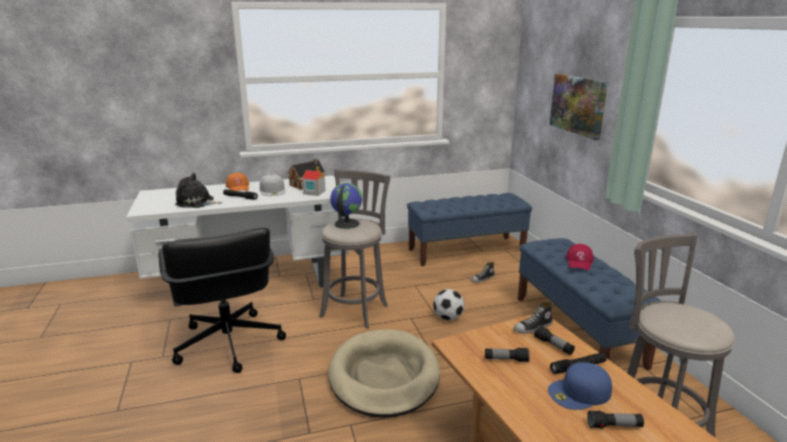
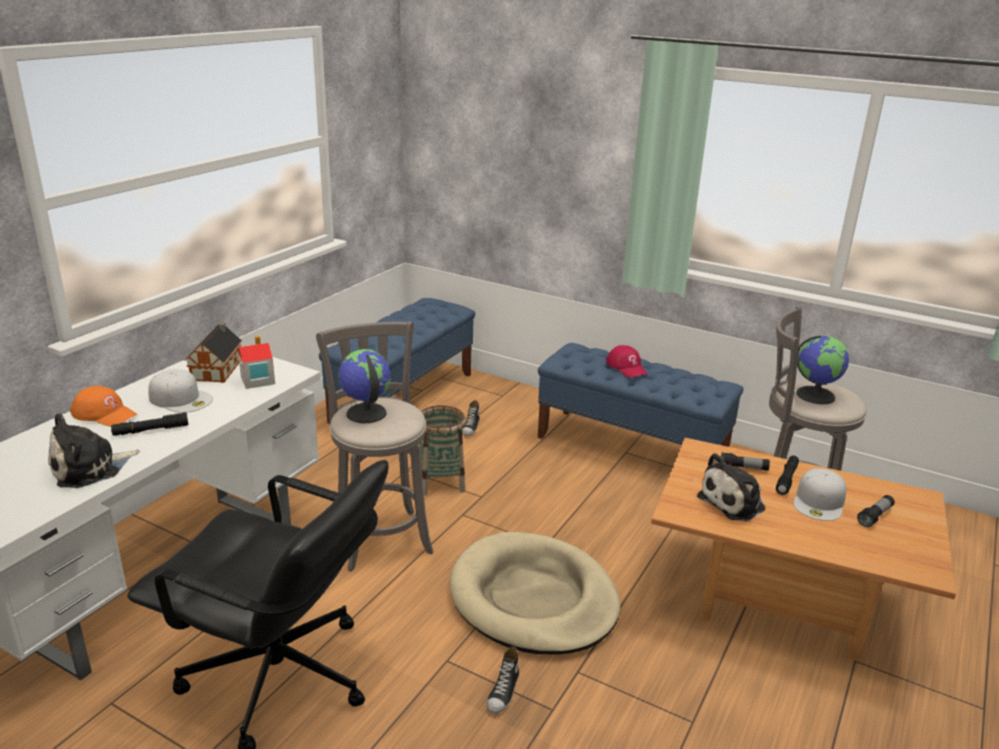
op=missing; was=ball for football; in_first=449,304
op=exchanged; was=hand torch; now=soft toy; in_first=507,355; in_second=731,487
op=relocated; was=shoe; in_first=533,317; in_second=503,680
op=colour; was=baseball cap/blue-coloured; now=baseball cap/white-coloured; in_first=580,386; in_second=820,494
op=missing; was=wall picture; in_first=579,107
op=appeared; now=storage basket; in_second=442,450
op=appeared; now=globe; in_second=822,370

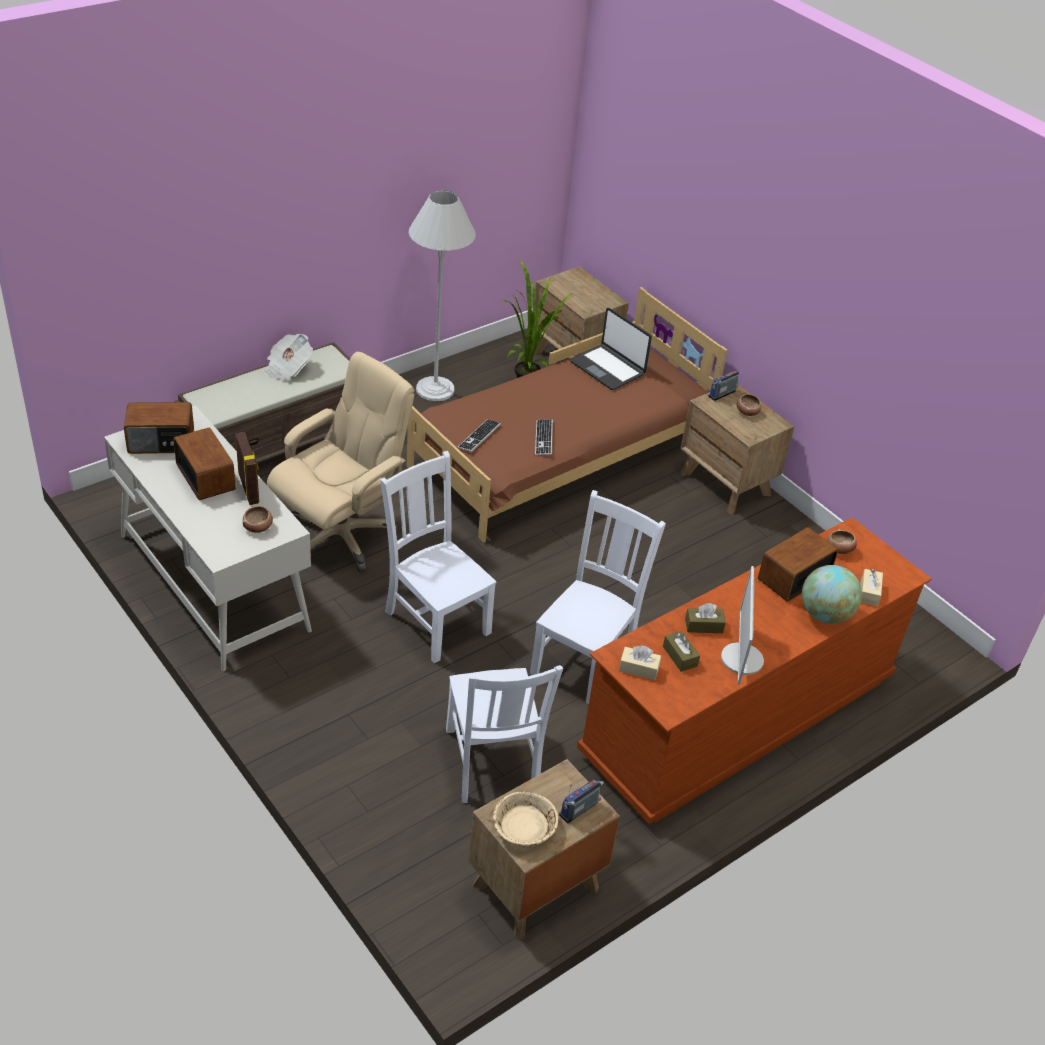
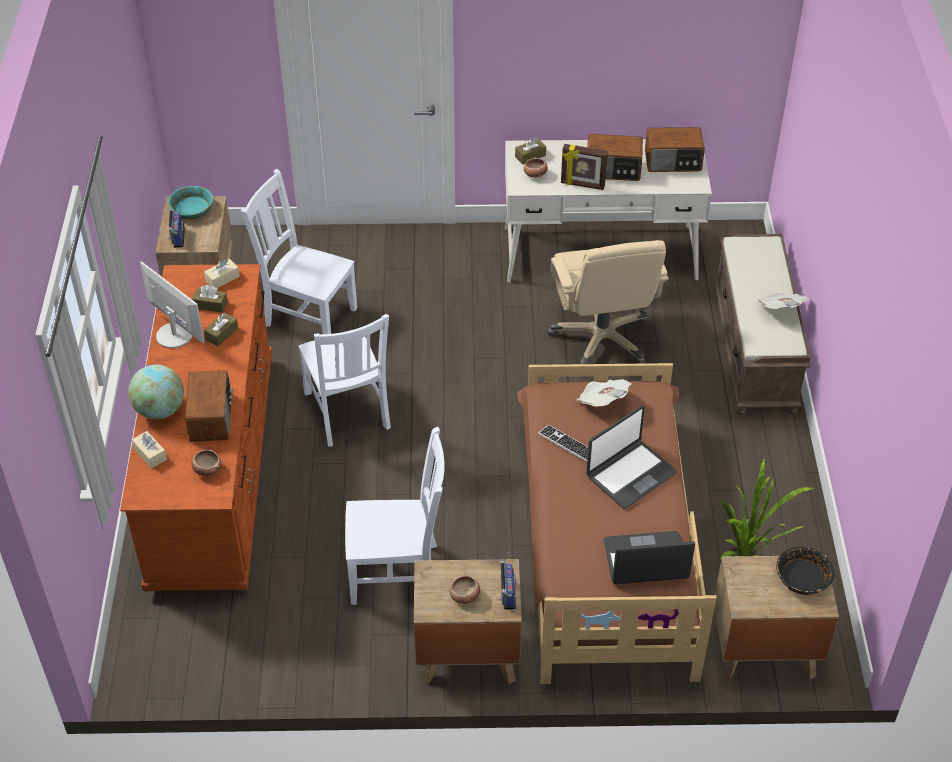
op=spun; was=radio; in_first=159,428; in_second=675,149; clockwise=-120
op=relocated; was=chair/white-coloured; in_first=438,557; in_second=395,516
op=missing; was=standing lamp/white-coloured; in_first=442,295
op=exchanged; was=keyboard; now=newspaper; in_first=479,436; in_second=604,393
op=colour; was=deep dish/beige; now=deep dish/blue-green; in_first=525,819; in_second=191,202
op=appeared; now=tissue holder/brown; in_second=530,150
op=appeared; now=laptop; in_second=631,457
op=appeared; now=deep dish/black-coloured; in_second=805,570

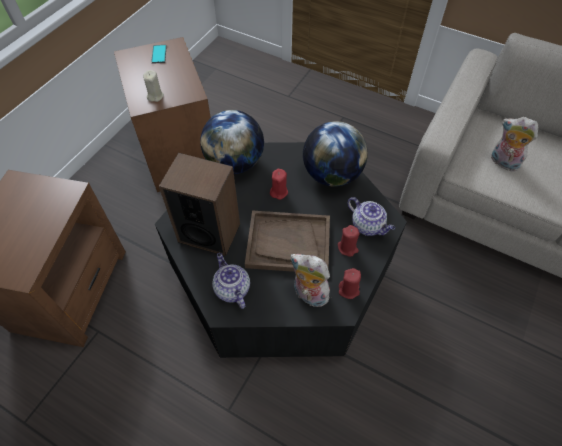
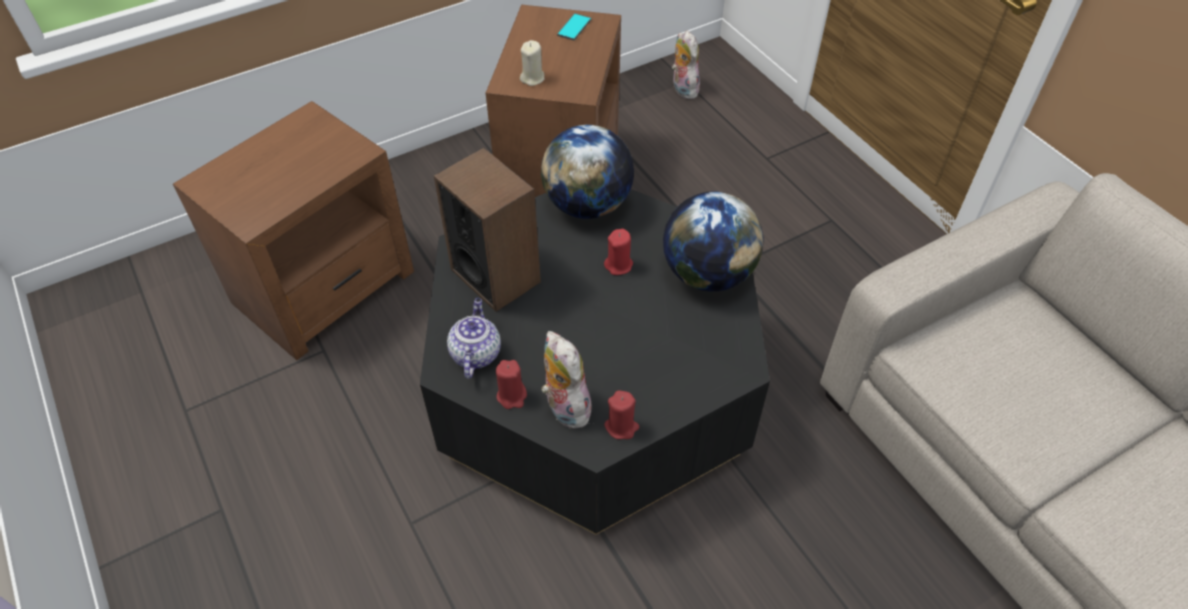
op=missing; was=tray/brown; in_first=287,241
op=relocated; was=candle/red-coloured; in_first=349,241; in_second=511,384
op=missing; was=tea pot; in_first=371,216
op=relocated; was=soft toy; in_first=515,144; in_second=686,65

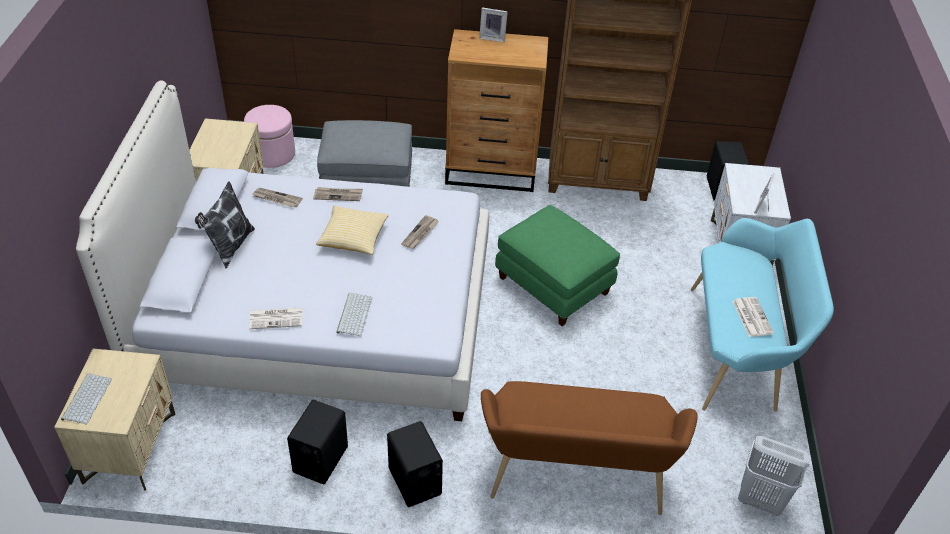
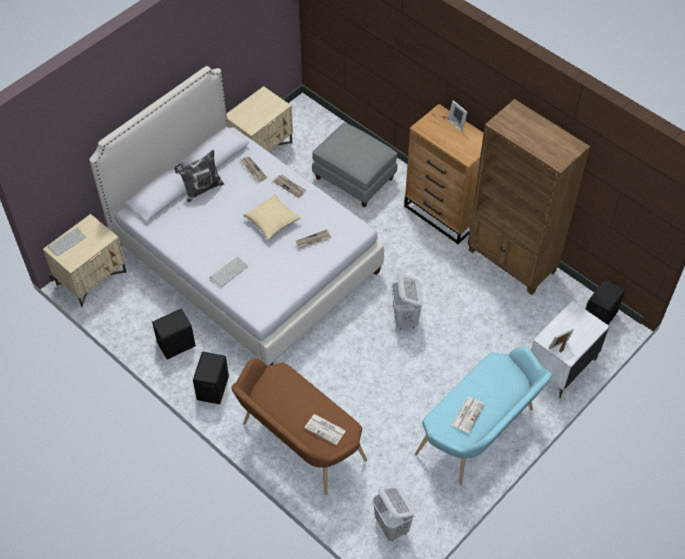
op=missing; was=footrest/pink-coloured; in_first=269,136
op=relocated; was=newspaper; in_first=275,318; in_second=325,429
op=exchanged; was=footrest/green; now=washing basket/white-coloured; in_first=557,265; in_second=407,301

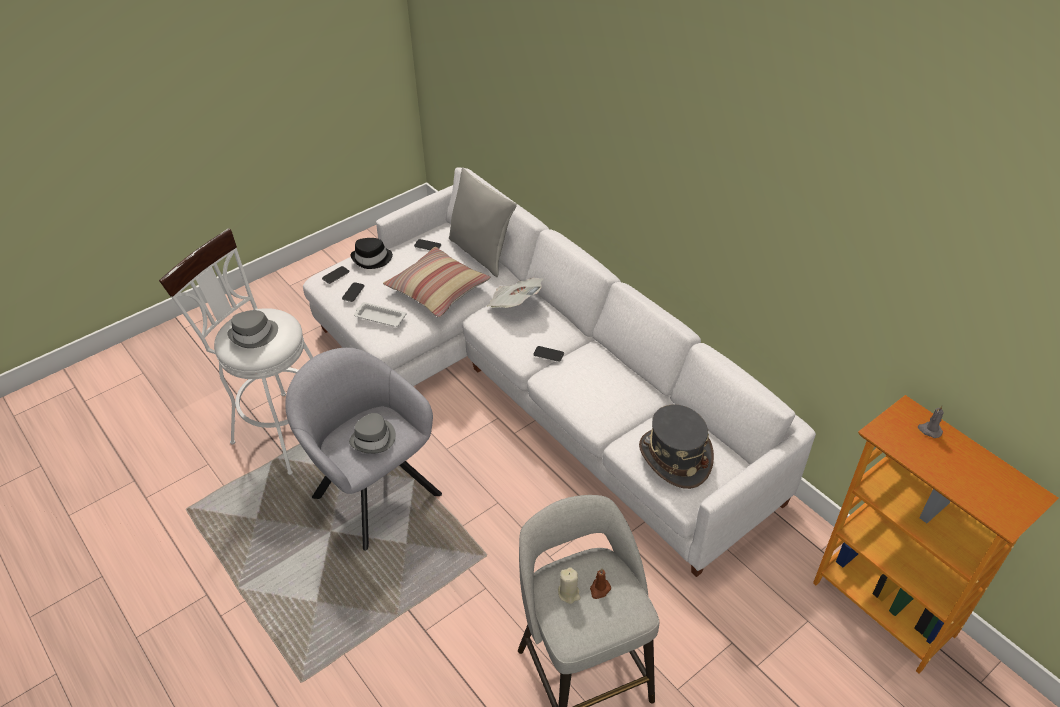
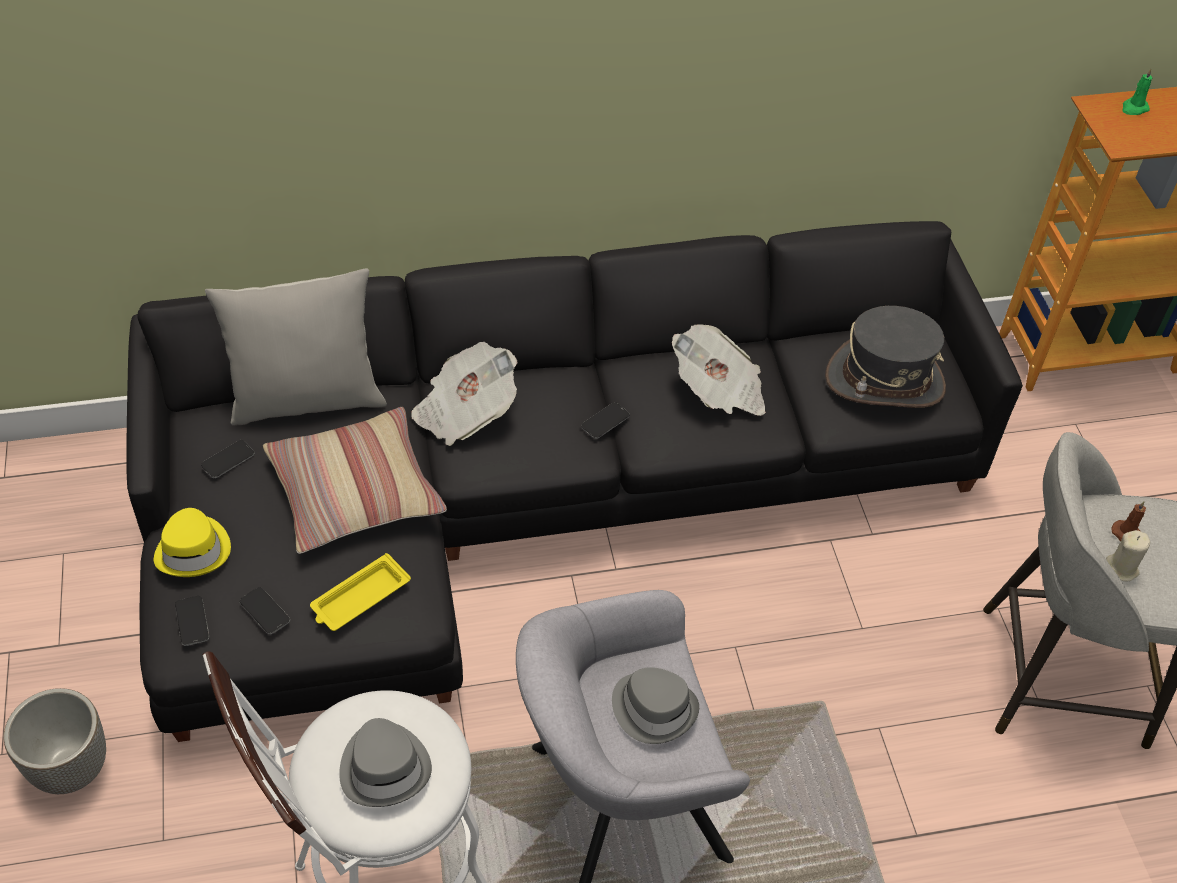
op=colour; was=couch/white-coloured; now=couch/black-coloured; in_first=559,372; in_second=574,481
op=colour; was=clothing hat/black-coloured; now=clothing hat/yellow-coloured; in_first=372,253; in_second=192,542
op=colour; was=tray/white-coloured; now=tray/yellow-coloured; in_first=380,314; in_second=360,592
op=colour; was=candle/gray; now=candle/green; in_first=931,422; in_second=1137,91
op=appeared; now=flower pot; in_second=55,741
op=appeared; now=newspaper; in_second=719,370

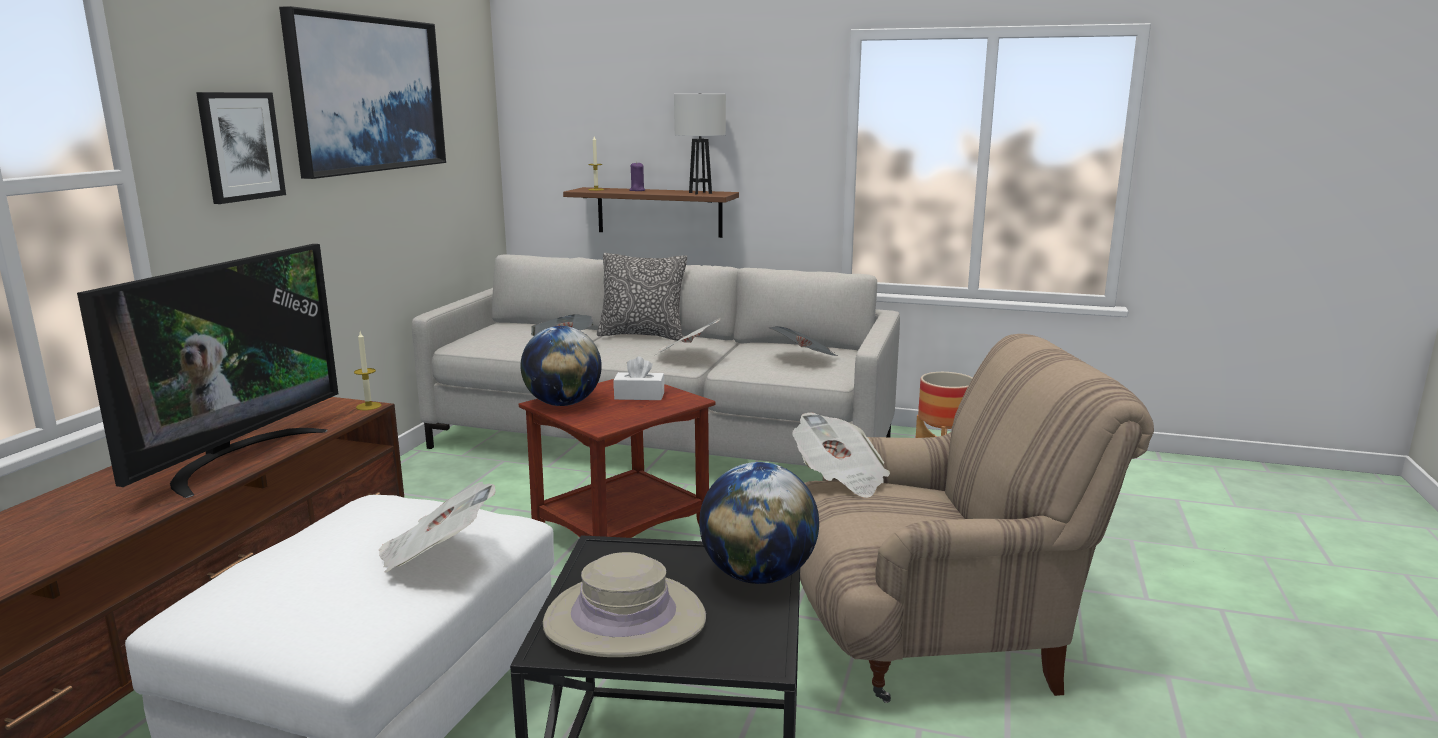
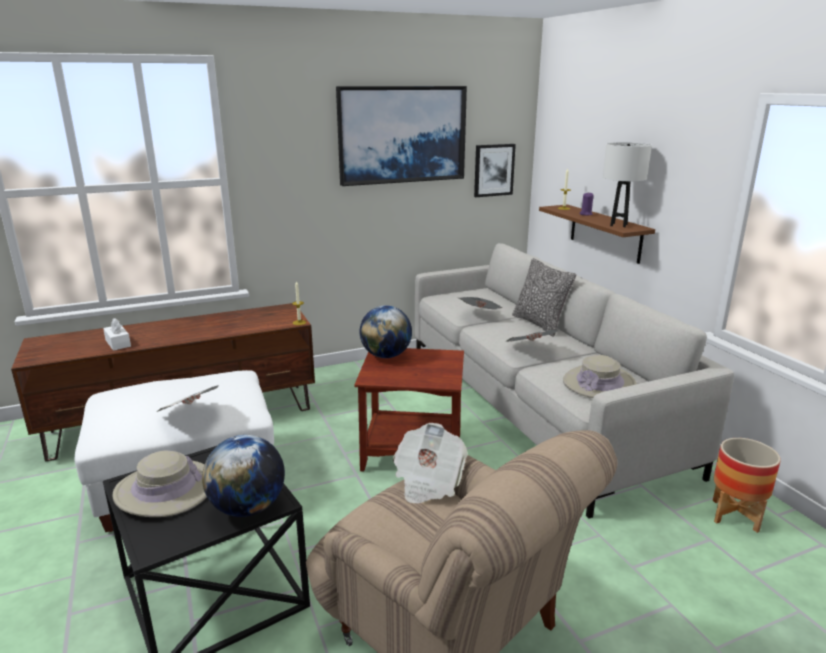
op=missing; was=television; in_first=207,371
op=relocated; was=wall picture; in_first=241,148; in_second=495,170
op=relocated; was=tissue holder/white-coloured; in_first=639,378; in_second=117,334
op=exchanged; was=newspaper; now=clothing hat/beige; in_first=804,341; in_second=600,376

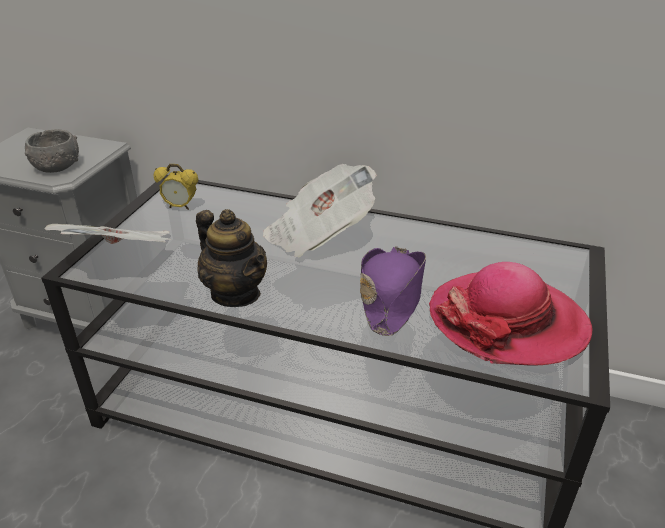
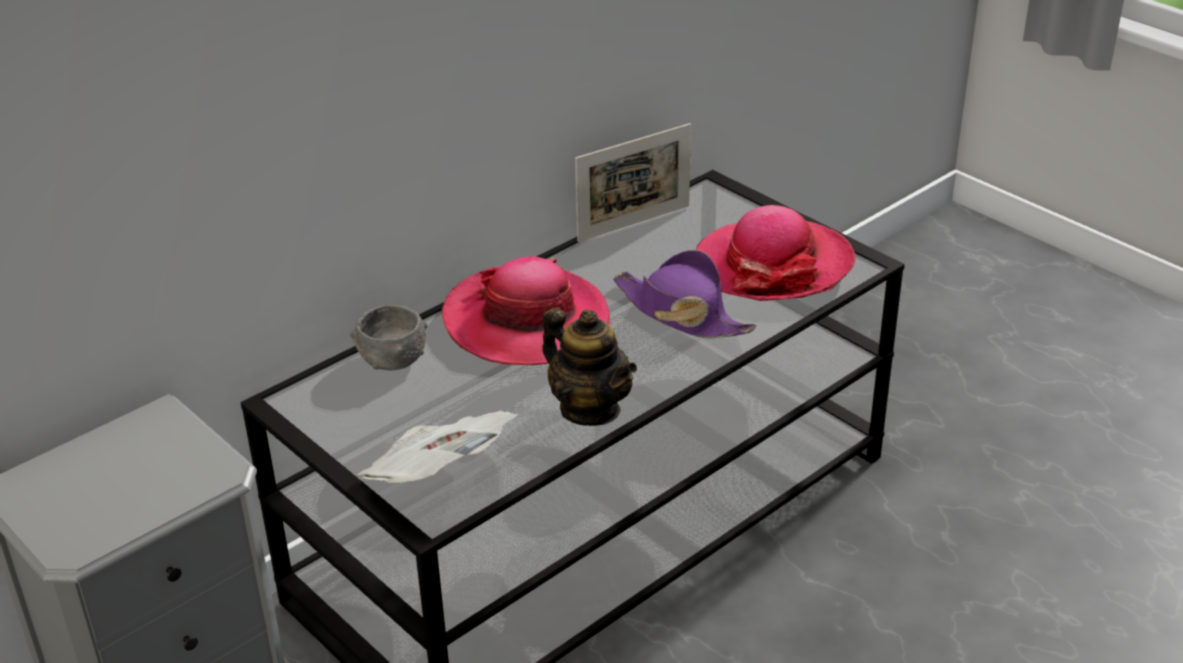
op=relocated; was=deep dish/gray; in_first=52,151; in_second=389,337
op=missing; was=alarm clock; in_first=176,187
op=spun; was=tea pot; in_first=231,258; in_second=589,367; clockwise=60
op=exchanged; was=newspaper; now=clothing hat; in_first=320,210; in_second=526,310
op=appeared; now=standing frame; in_second=633,182

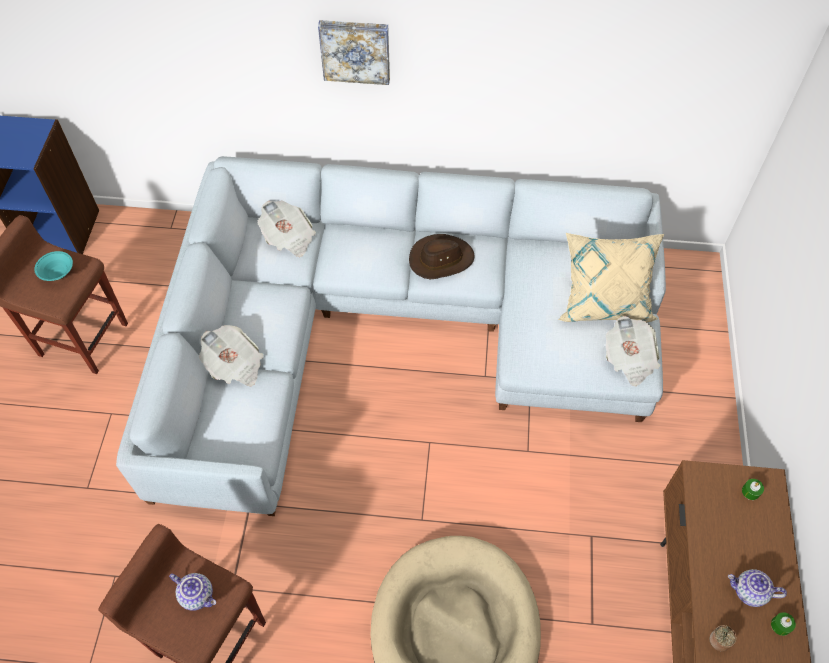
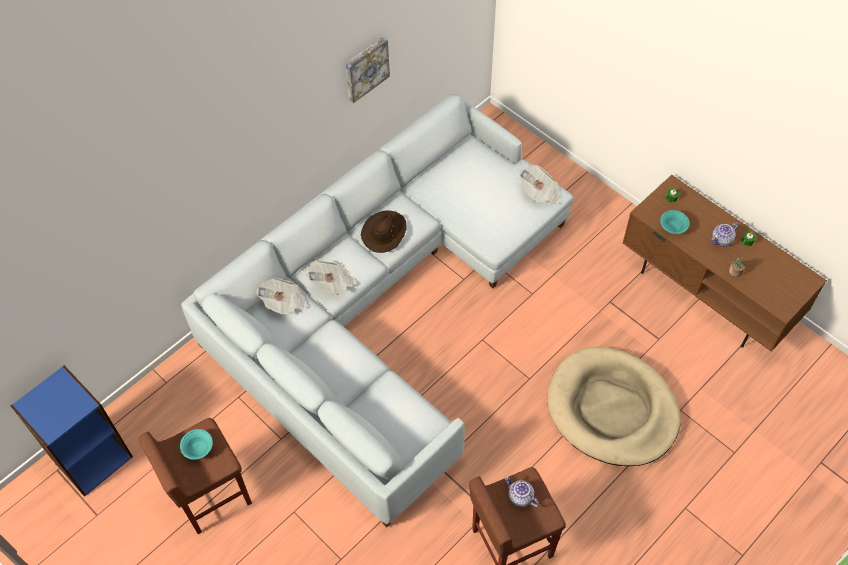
op=spun; was=tea pot; in_first=192,592; in_second=521,492; clockwise=-120
op=relocated; was=newspaper; in_first=231,355; in_second=331,277
op=relocated; was=wall picture; in_first=354,52; in_second=368,70
op=missing; was=pillow/beige; in_first=611,277
op=appeared; now=deep dish/blue-green; in_second=674,222

